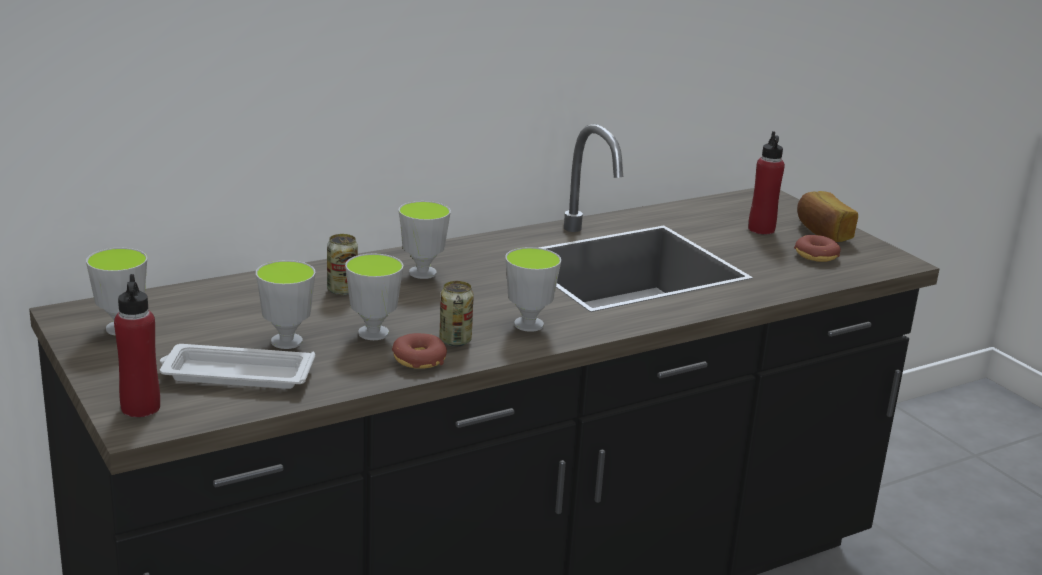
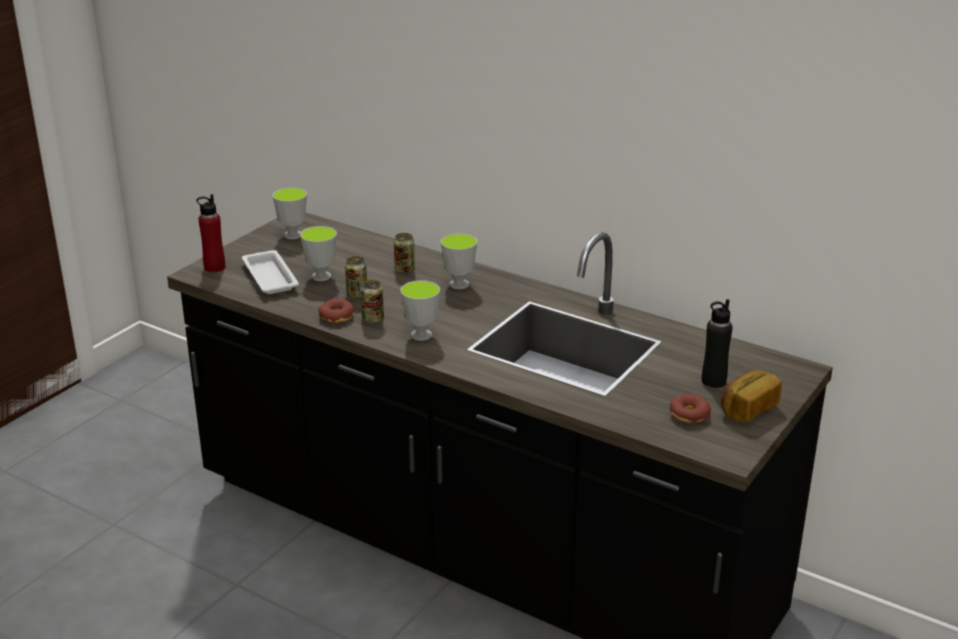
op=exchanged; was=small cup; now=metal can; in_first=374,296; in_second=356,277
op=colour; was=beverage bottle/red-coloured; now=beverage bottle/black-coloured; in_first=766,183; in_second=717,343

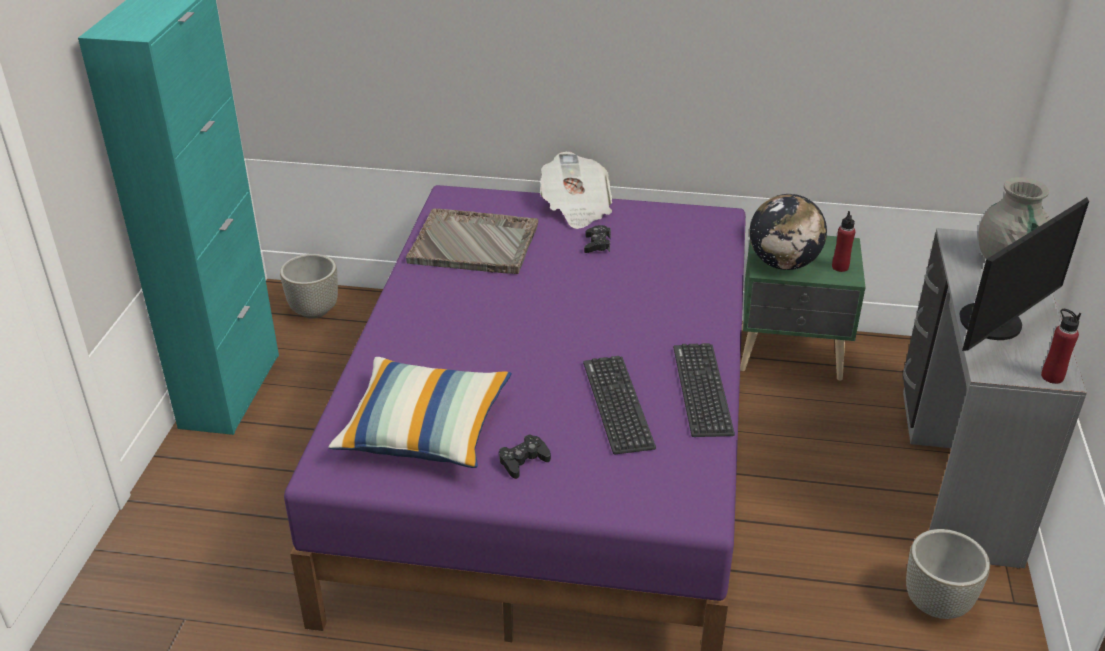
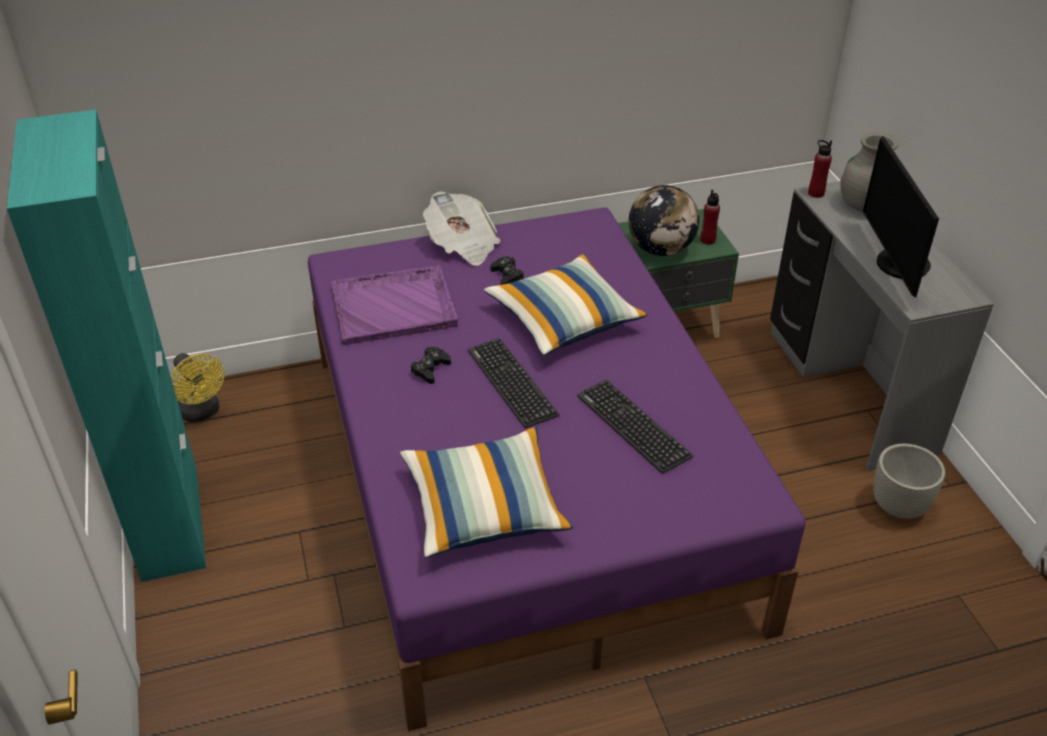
op=exchanged; was=flower pot/gray; now=electric fan/yellow-coloured; in_first=309,286; in_second=198,387
op=colour; was=tray/gray; now=tray/purplish; in_first=472,241; in_second=394,305
op=relocated; was=joypad/black-coloured; in_first=525,456; in_second=431,365
op=relocated; was=keyboard; in_first=704,390; in_second=513,383
op=spun; was=computer screen; in_first=1024,274; in_second=901,216; clockwise=150
op=relocated; was=beverage bottle/red-coloured; in_first=1061,346; in_second=820,169
op=appeared; now=pillow; in_second=566,304

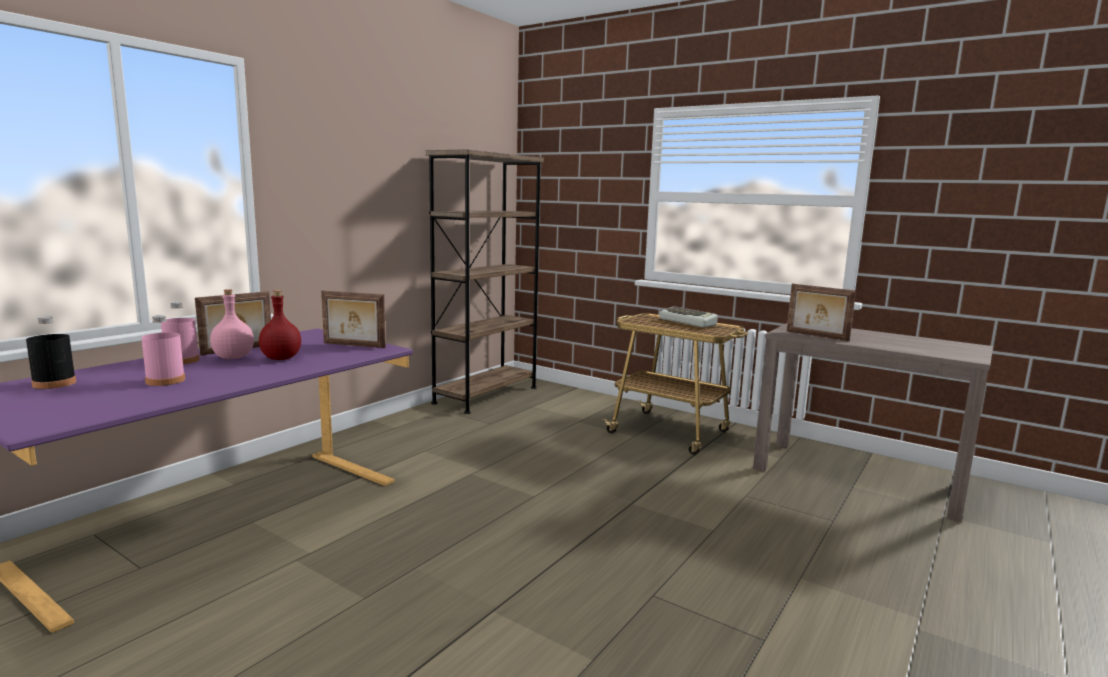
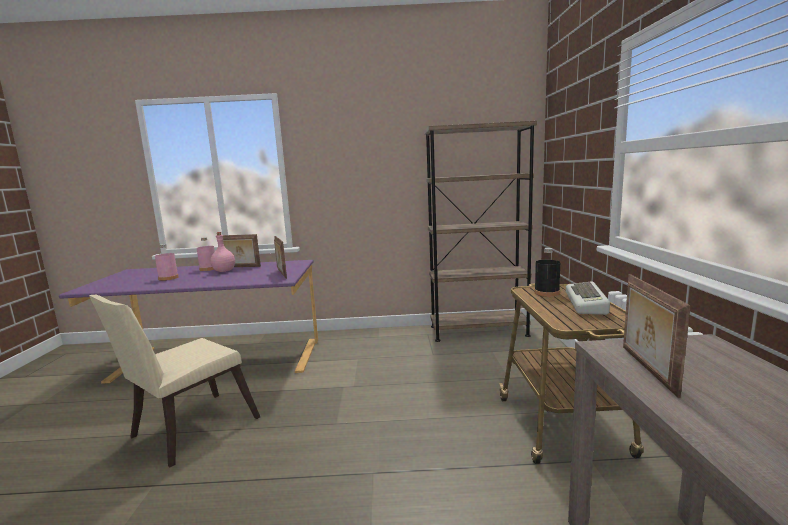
op=relocated; was=beverage bottle/black-coloured; in_first=51,352; in_second=547,272
op=missing; was=beverage bottle/red-coloured; in_first=280,325
op=appeared; now=chair/beige; in_second=174,381

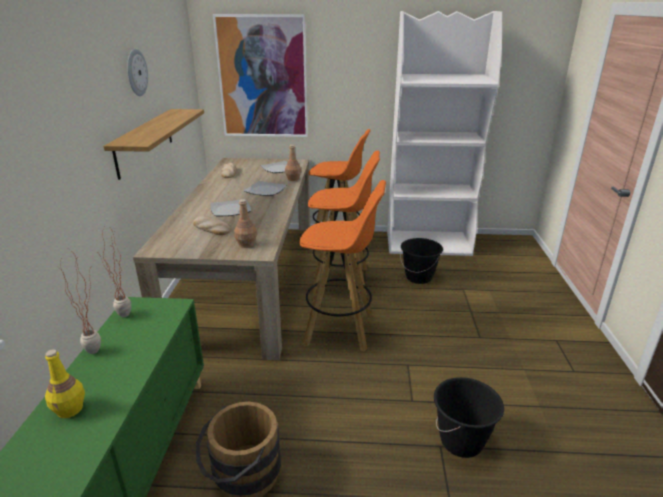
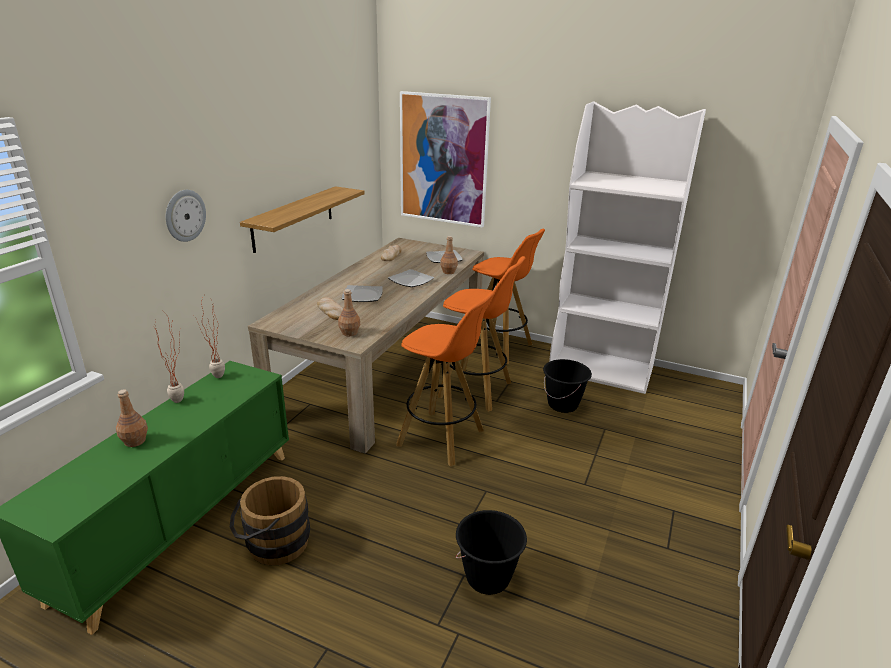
op=colour; was=beverage bottle/yellow-coloured; now=beverage bottle/brown; in_first=65,383; in_second=132,418
op=relocated; was=hanging clock; in_first=137,72; in_second=186,216

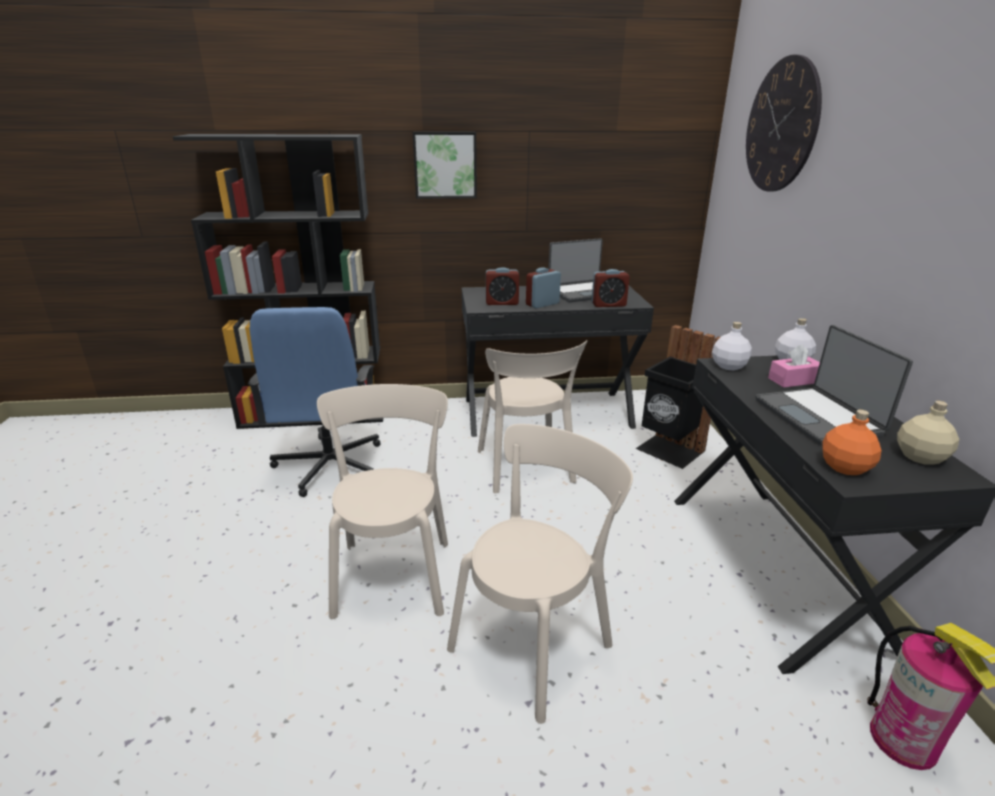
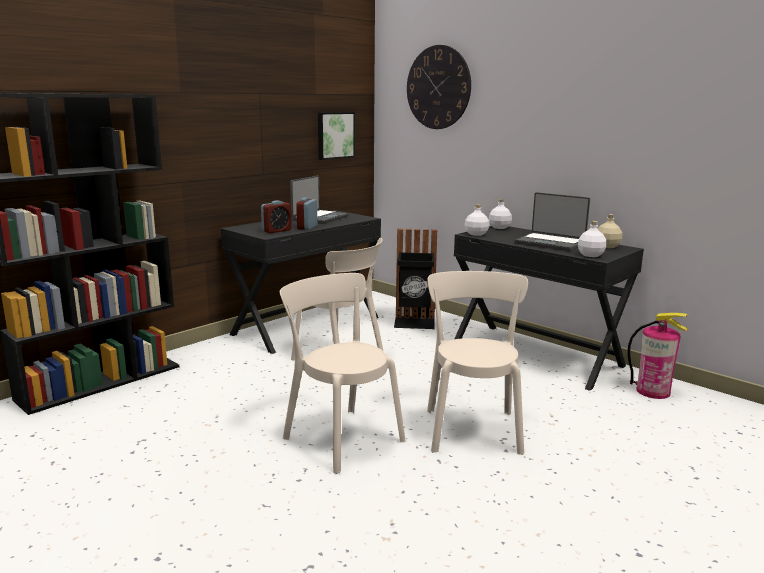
op=missing; was=office chair/blue-coloured; in_first=314,402
op=relocated; was=wall picture; in_first=445,165; in_second=336,136
op=missing; was=alarm clock; in_first=611,288
op=missing; was=tissue holder/pink-coloured; in_first=794,366
op=colour; was=beverage bottle/orange-coloured; now=beverage bottle/white-coloured; in_first=852,442; in_second=592,239

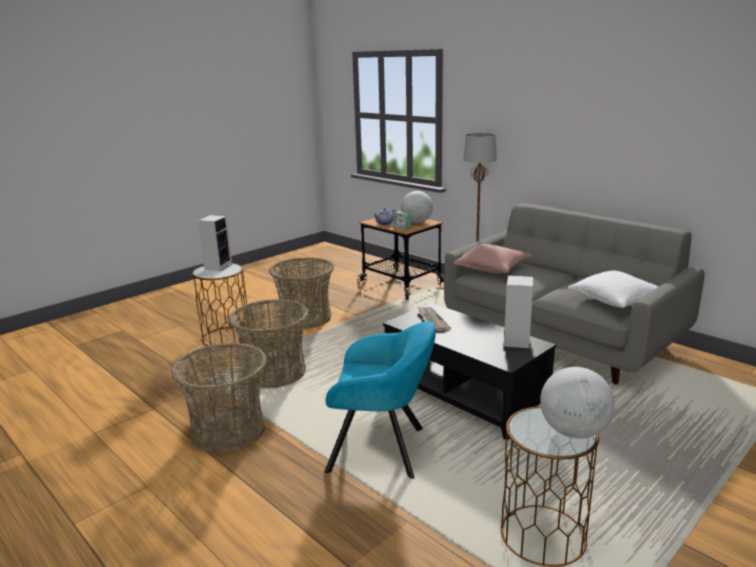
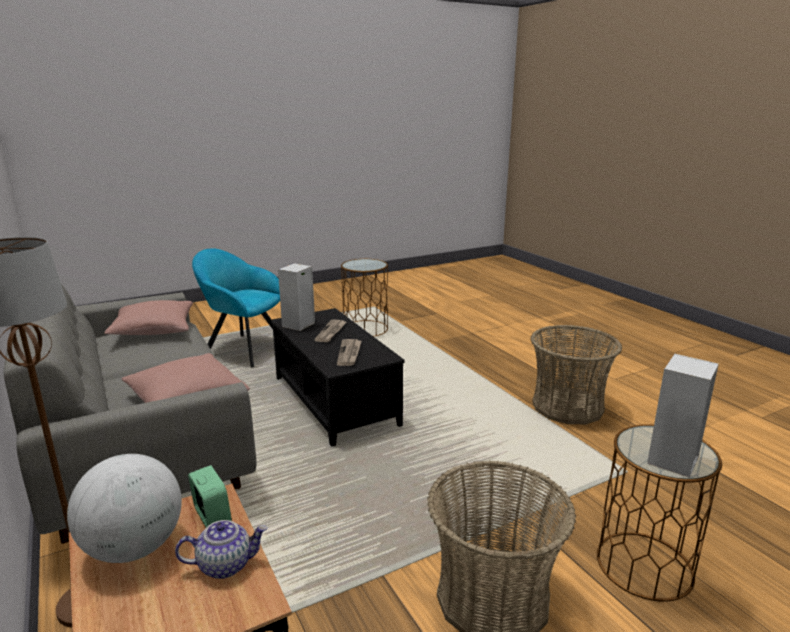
op=missing; was=storage basket; in_first=269,343
op=relocated; was=easy chair/blue-green; in_first=380,400; in_second=236,307
op=missing; was=globe; in_first=577,403
op=colour; was=pillow/white-coloured; now=pillow/pink-coloured; in_first=613,289; in_second=149,317
op=appeared; now=newspaper; in_second=330,331

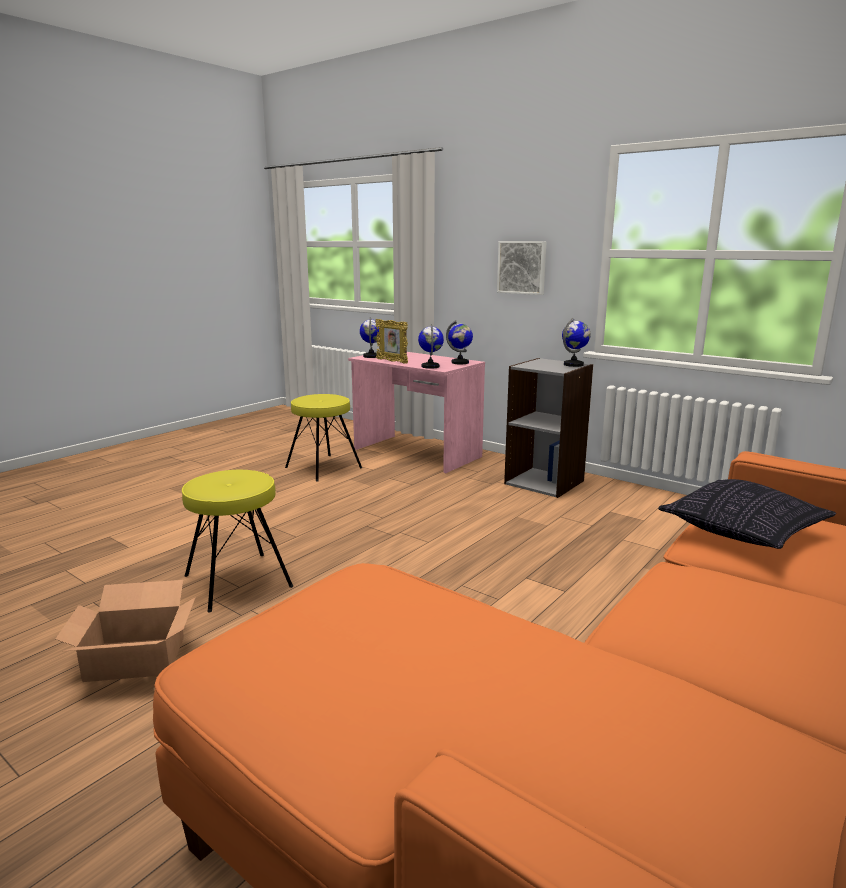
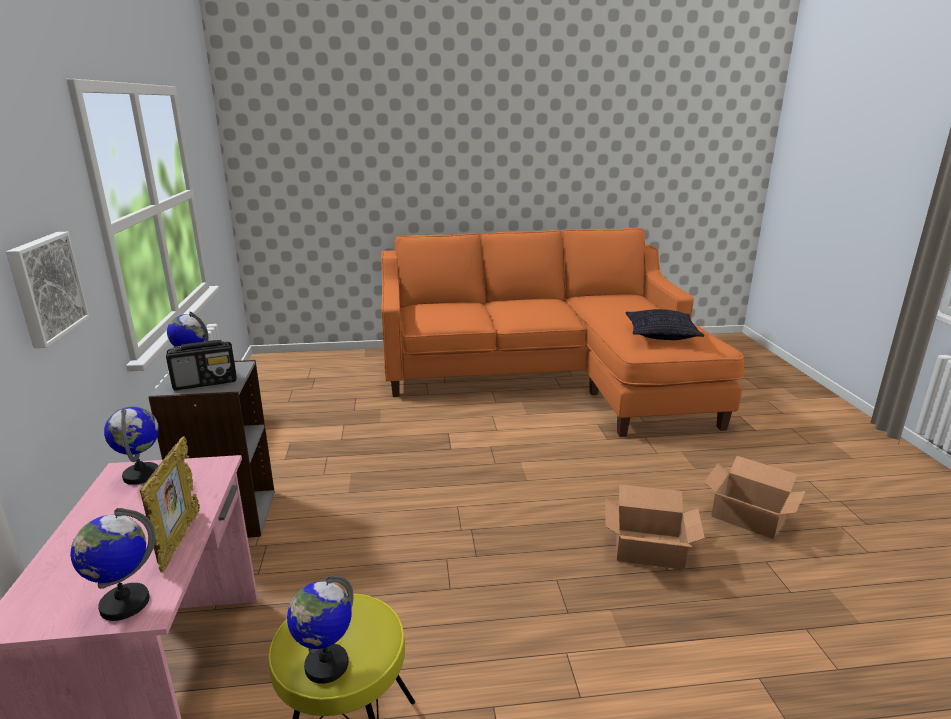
op=exchanged; was=stool seat/yellow-coloured; now=carton; in_first=237,541; in_second=655,527
op=relocated; was=globe; in_first=431,346; in_second=320,629
op=relocated; was=pillow; in_first=747,514; in_second=664,324
op=appeared; now=radio; in_second=201,365

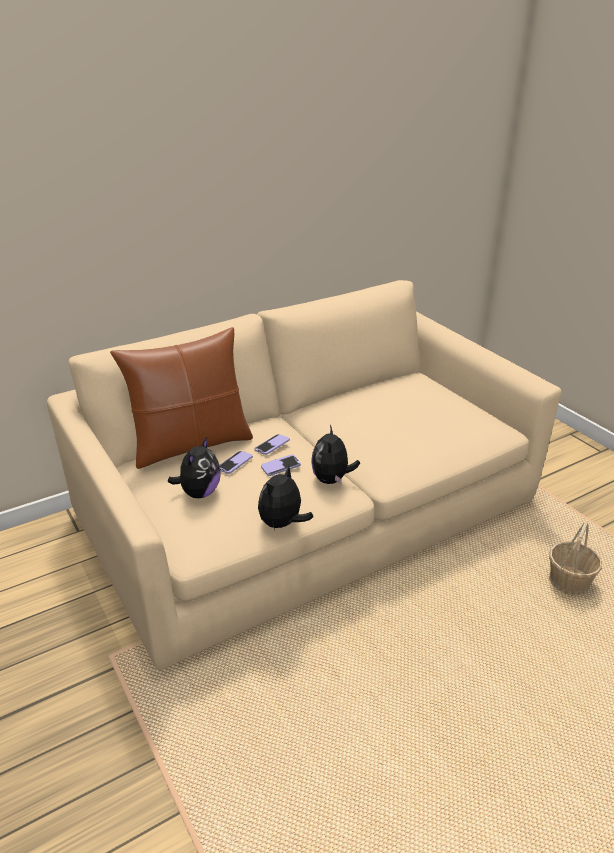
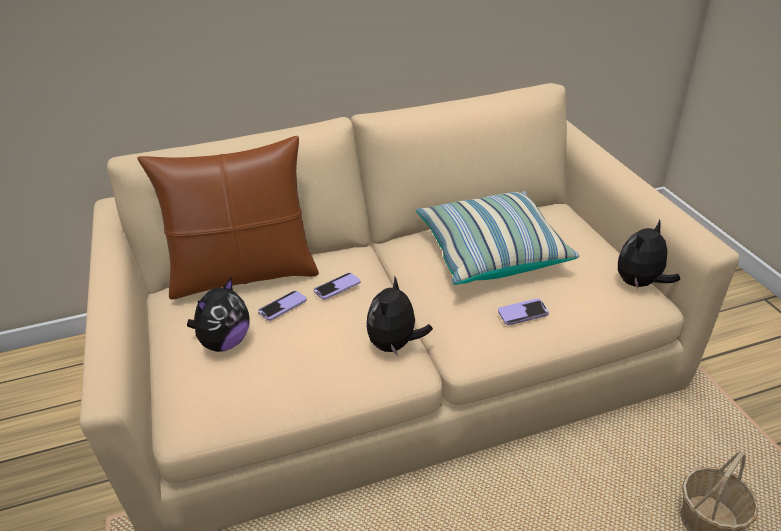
op=relocated; was=soft toy; in_first=285,497; in_second=649,254
op=relocated; was=telephone; in_first=281,465; in_second=523,312
op=appeared; now=pillow; in_second=497,238

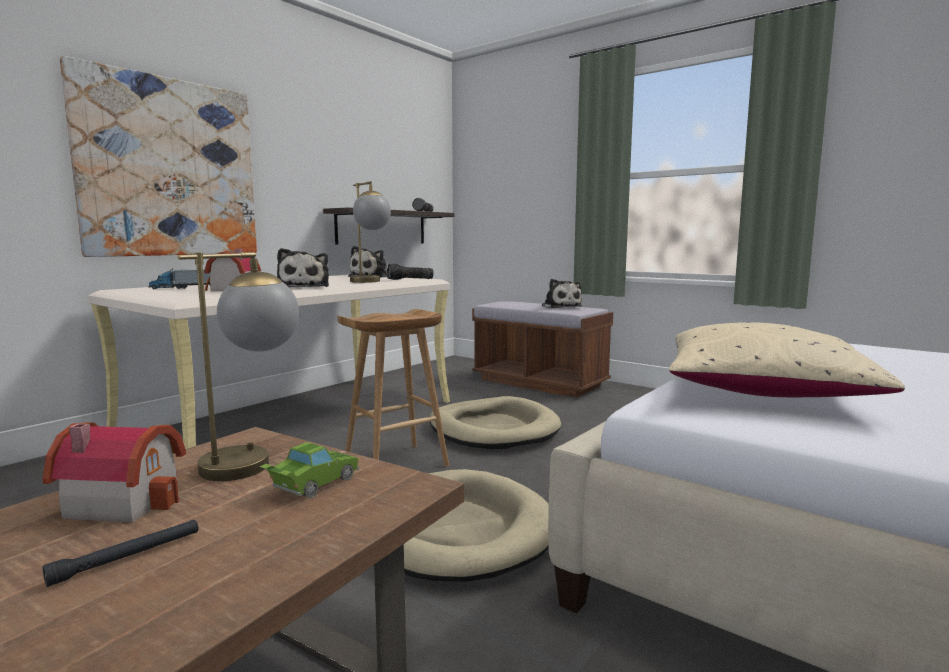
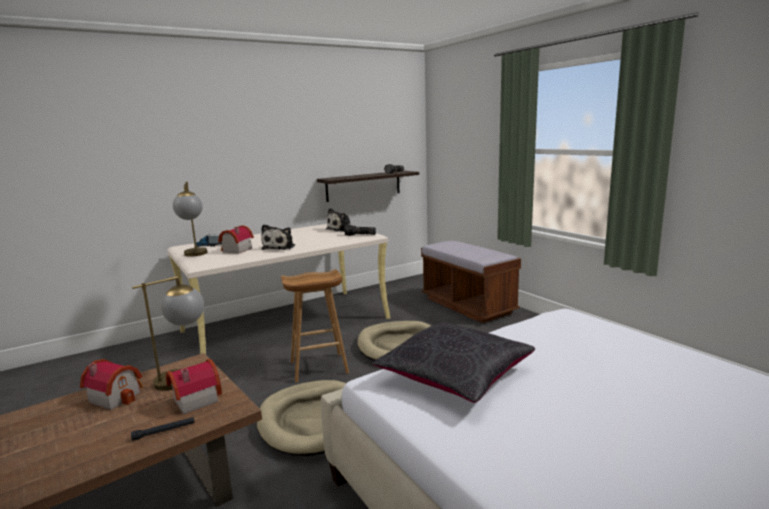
op=relocated; was=hand torch/black-coloured; in_first=120,553; in_second=162,429
op=missing; was=wall picture; in_first=158,156
op=exchanged; was=model car/green; now=model house; in_first=309,470; in_second=194,386
op=relocated; was=lamp for a table; in_first=370,232; in_second=190,219
op=missing; was=soft toy; in_first=562,293
op=colour; was=pillow/beige; now=pillow/black-coloured; in_first=787,359; in_second=454,362

